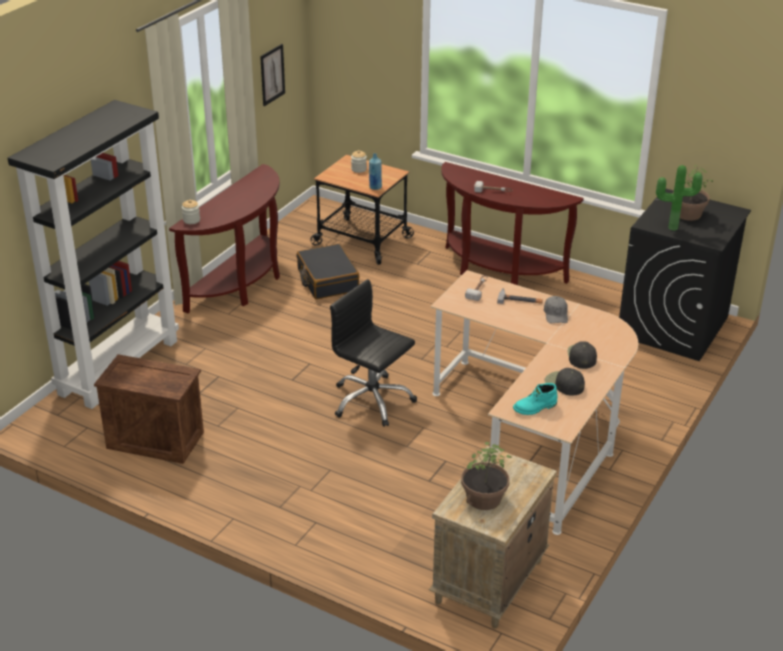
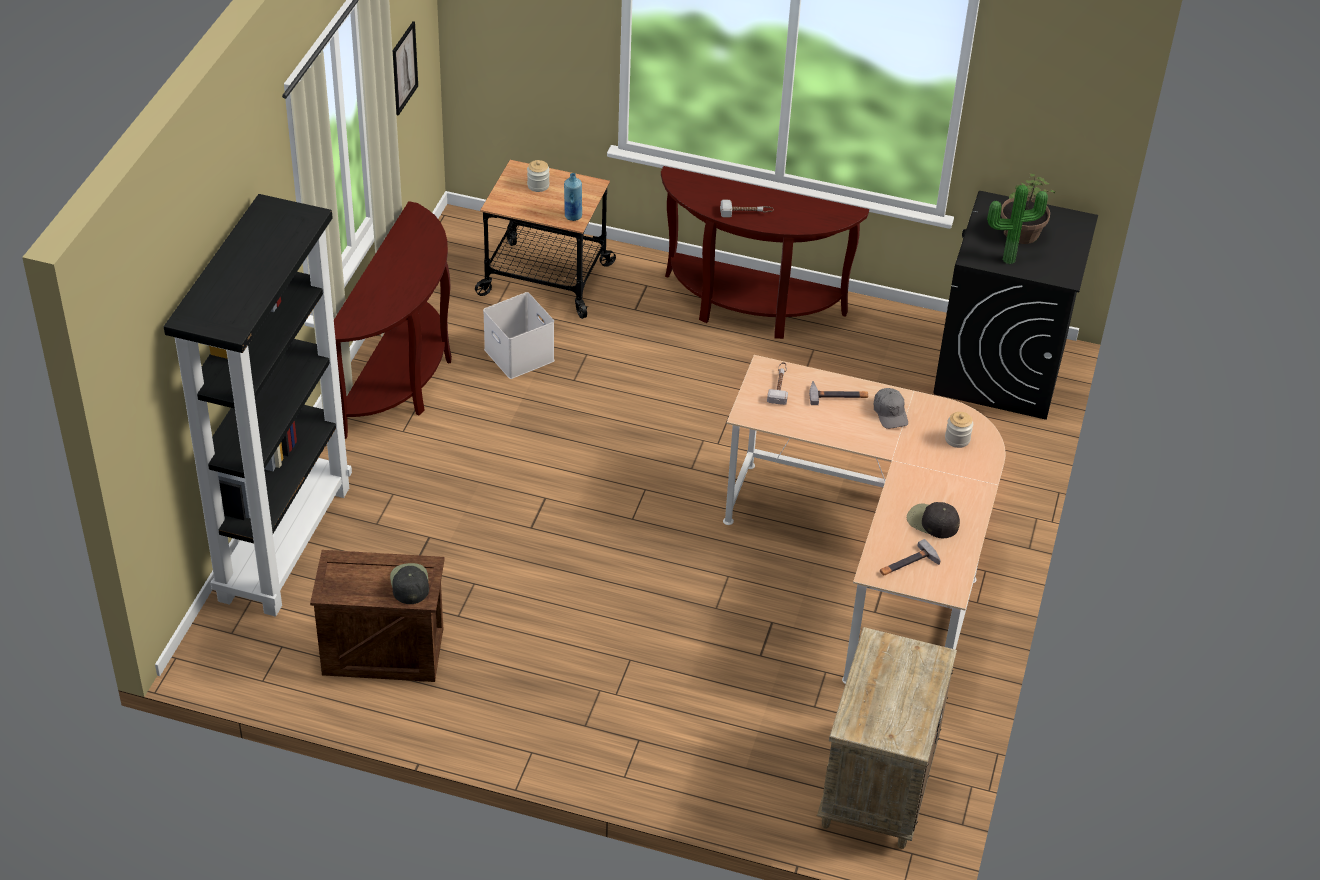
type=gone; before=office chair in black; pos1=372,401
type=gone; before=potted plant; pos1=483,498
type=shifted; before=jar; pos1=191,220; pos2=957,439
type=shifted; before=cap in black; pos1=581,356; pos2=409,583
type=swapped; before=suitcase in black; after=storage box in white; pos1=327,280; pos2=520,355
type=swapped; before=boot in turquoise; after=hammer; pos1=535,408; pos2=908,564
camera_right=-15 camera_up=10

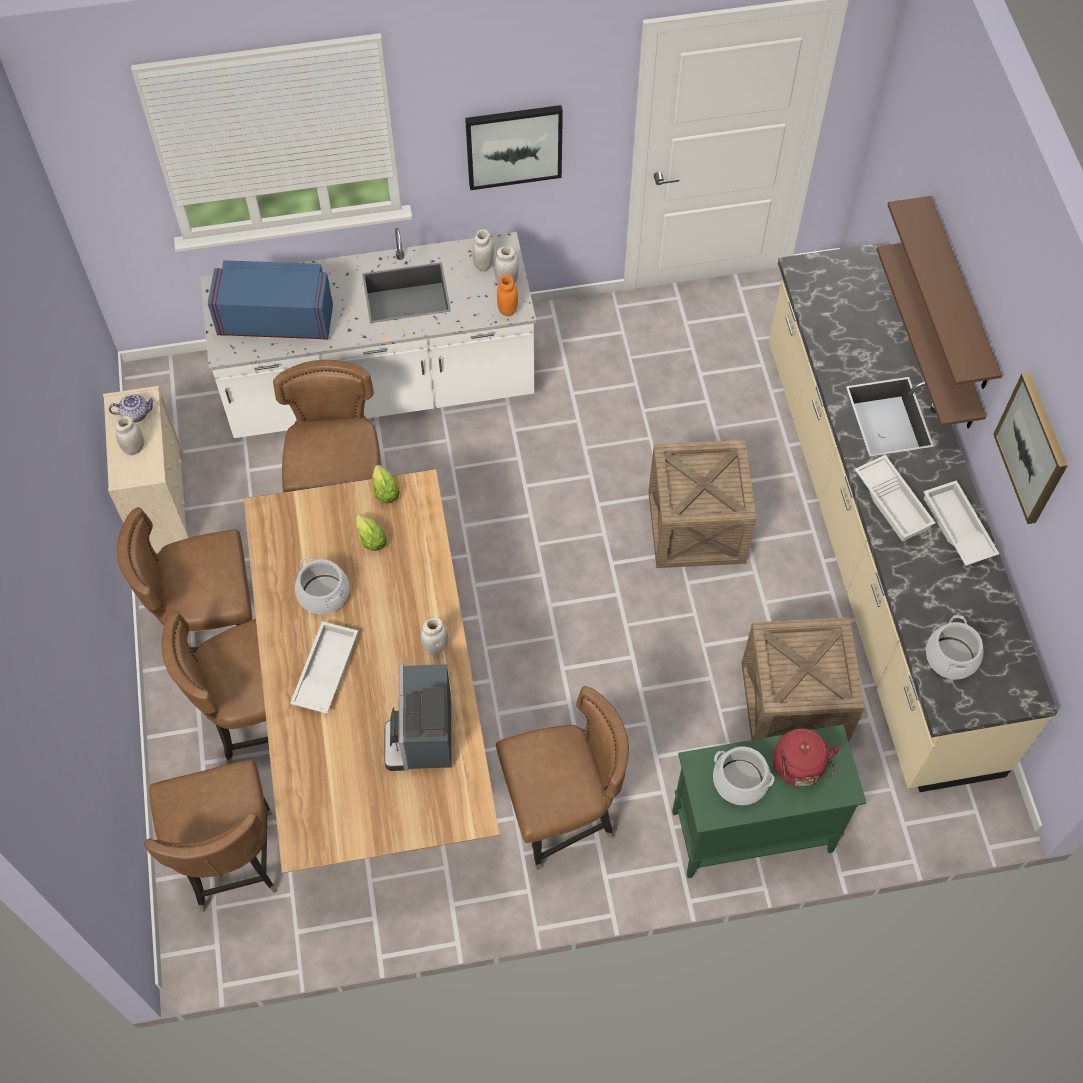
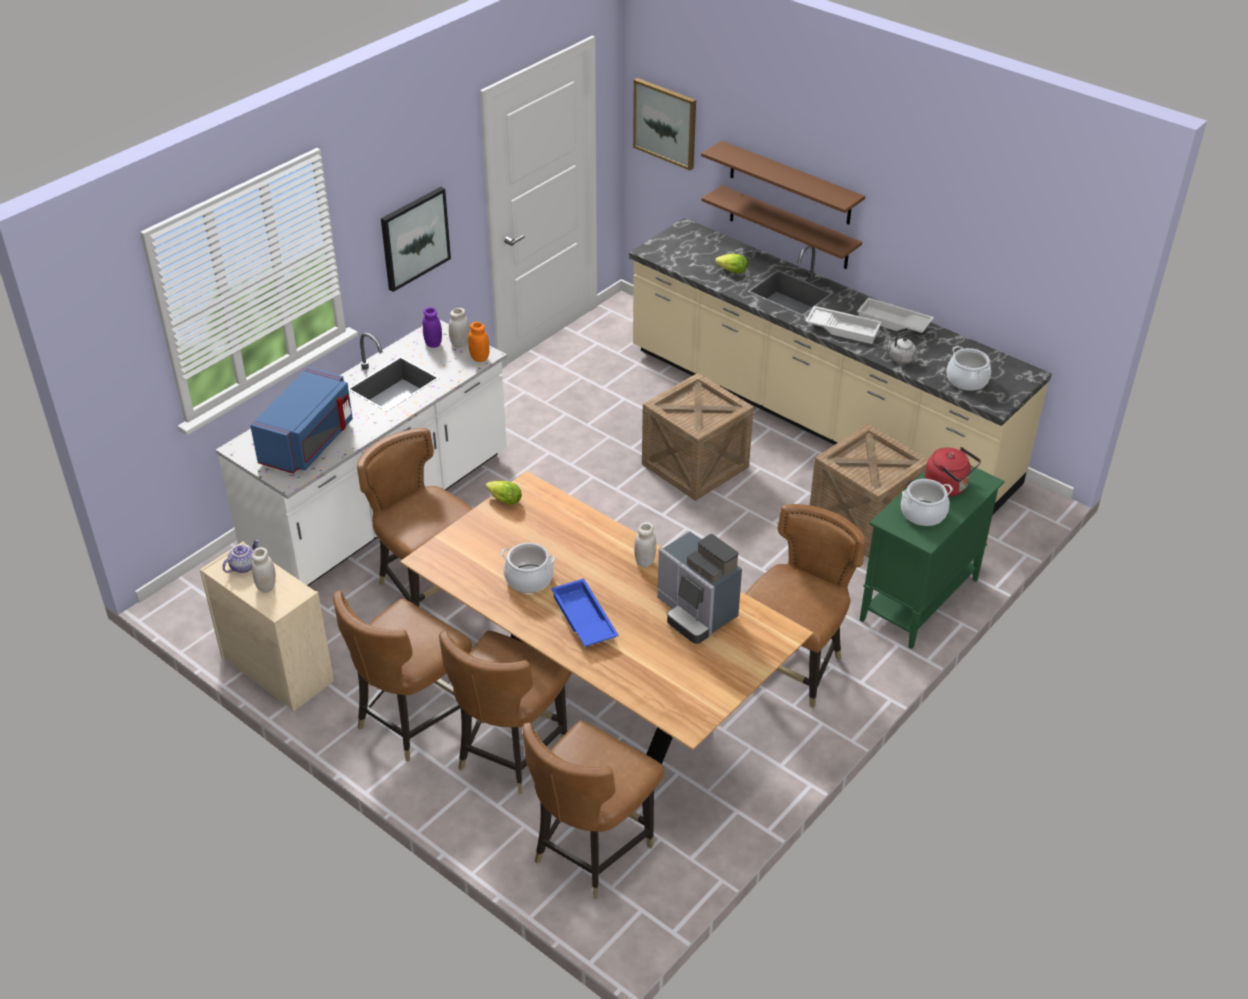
type=new; after=kettle in grey; pos2=900,359
type=shifted; before=lettuce; pos1=370,537; pos2=730,271
type=shifted; before=picture; pos1=1032,448; pos2=665,123
type=repainted; before=tray in white; after=tray in blue; pos1=325,670; pos2=582,619
type=repainted; before=jar in white; after=jar in purple; pos1=484,264; pos2=433,343
type=rotated; before=chair in brown; pos1=231,860; pos2=590,850; turn=90
type=rotated; before=microwave in blue; pos1=276,318; pos2=309,442; turn=150
camera_right=-40 camera_up=-20

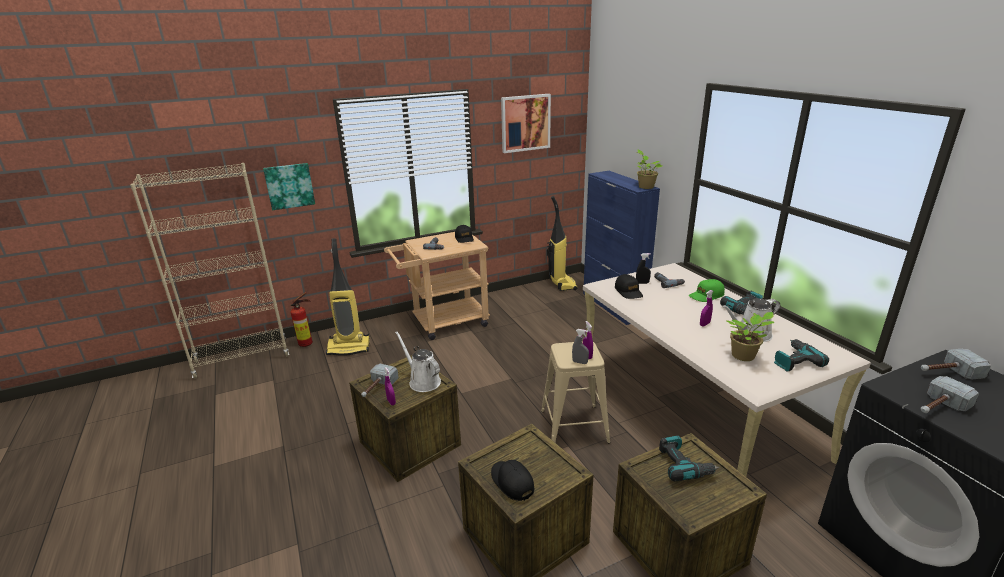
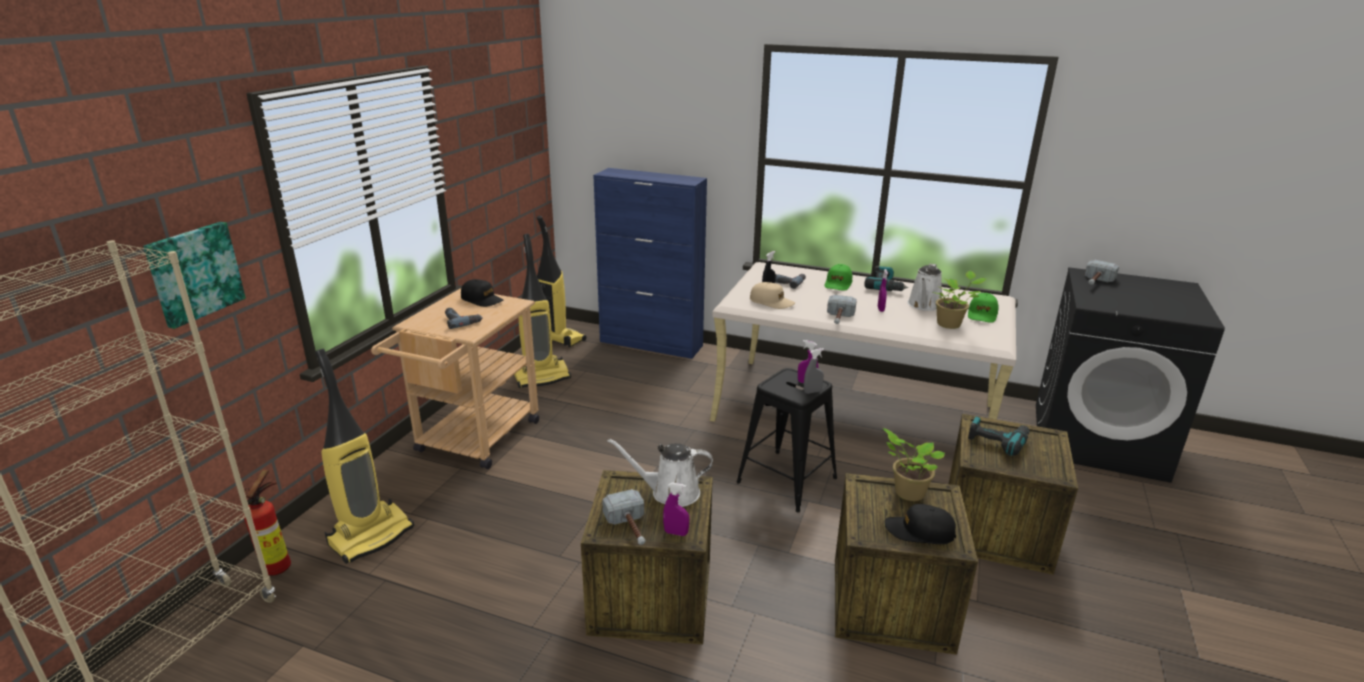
type=gone; before=picture; pos1=525,123
type=new; after=vacuum cleaner; pos2=542,377
type=shifted; before=potted plant; pos1=645,186; pos2=907,492
type=shifted; before=hammer; pos1=938,407; pos2=839,319
type=swapped; before=power drill; after=cap in green; pos1=794,361; pos2=982,314
type=repainted; before=stool in beige; after=stool in black; pos1=574,426; pos2=787,480
type=repainted; before=cap in black; after=cap in beige; pos1=628,292; pos2=771,302
camera_right=-45 camera_up=0

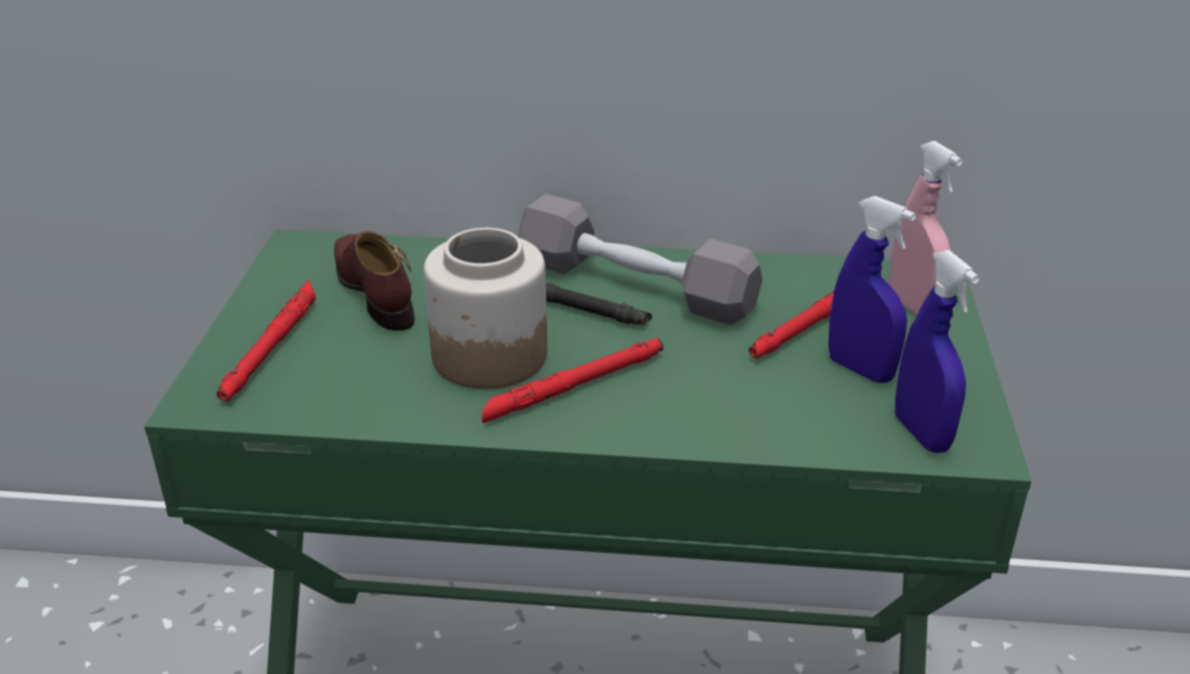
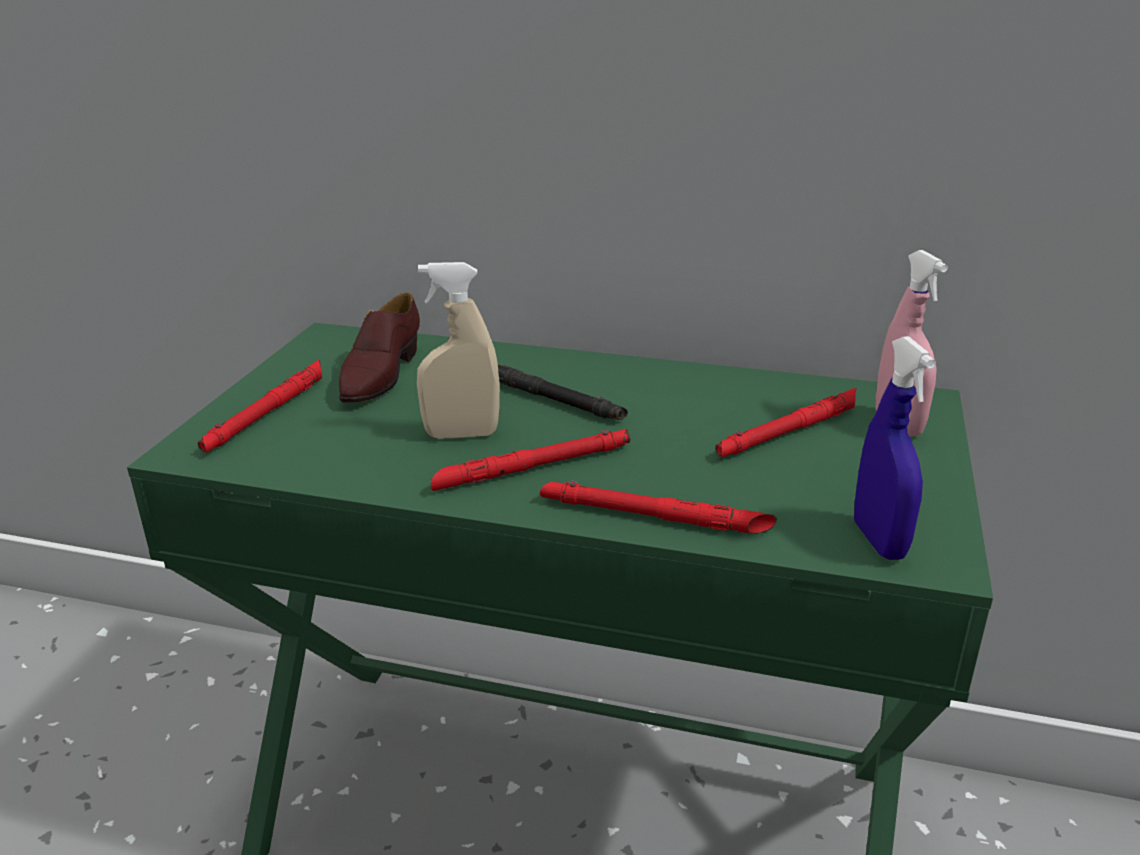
type=gone; before=dumbbell in grey; pos1=635,285
type=gone; before=spray bottle in blue; pos1=860,369
type=new; after=flashlight in red; pos2=654,516
type=swapped; before=jar; after=spray bottle in beige; pos1=488,355; pos2=461,434
type=rotated; before=shoe in brown; pos1=375,290; pos2=380,374; turn=-150
camera_right=10 camera_up=-5

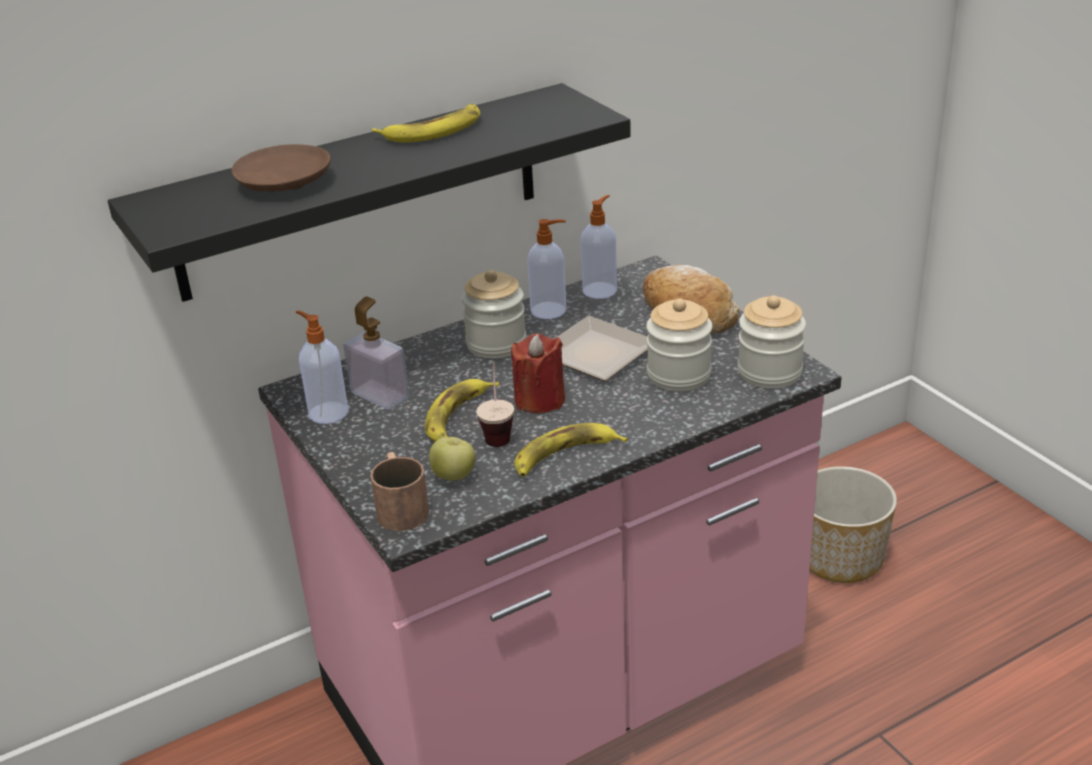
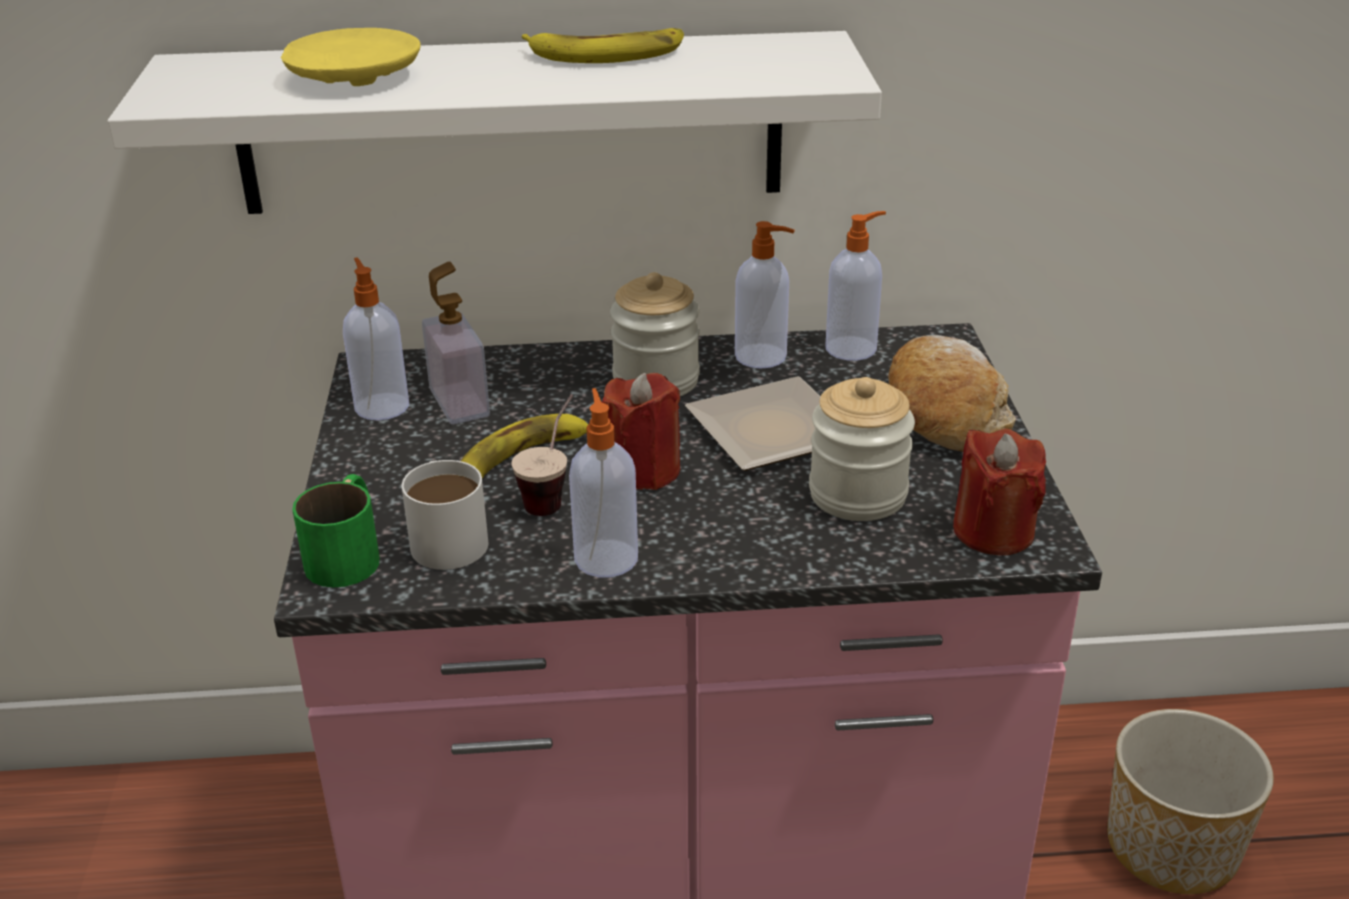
type=swapped; before=apple; after=mug in white; pos1=454,476; pos2=446,536
type=swapped; before=banana; after=soap dispenser; pos1=564,456; pos2=606,557
type=swapped; before=jar; after=candle in red; pos1=769,372; pos2=993,531
type=repainted; before=shelf in black; after=shelf in white; pos1=359,192; pos2=511,123
type=repainted; before=plate in brown; after=plate in yellow; pos1=283,183; pos2=353,76
type=repainted; before=mug in brown; after=mug in green; pos1=400,506; pos2=349,552
camera_right=25 camera_up=0

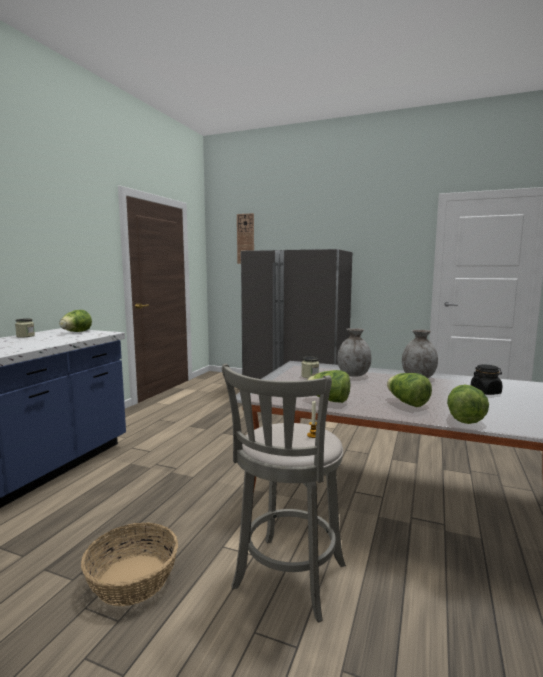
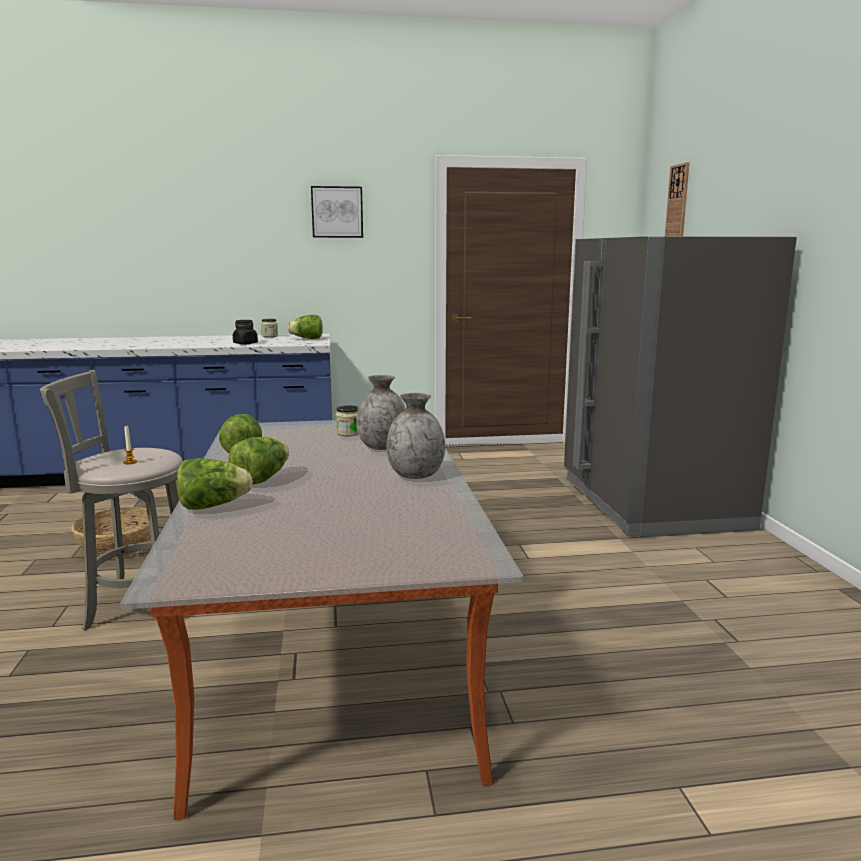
type=new; after=picture; pos2=337,212
type=shifted; before=jar in black; pos1=485,392; pos2=245,343
camera_right=60 camera_up=5

